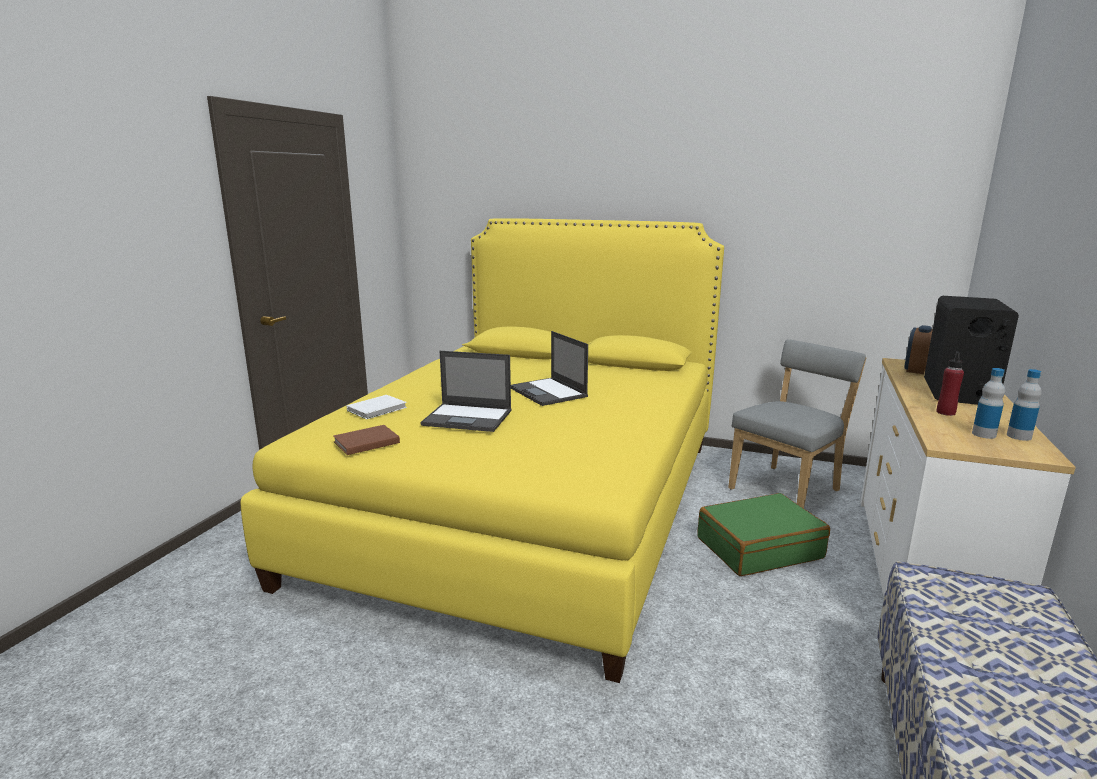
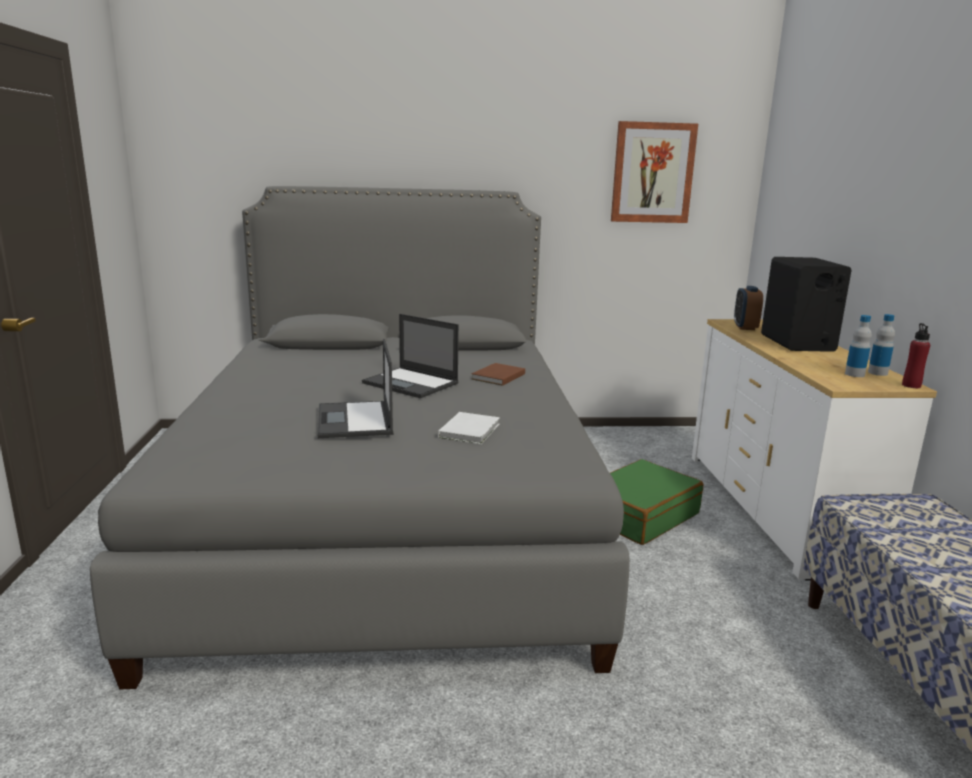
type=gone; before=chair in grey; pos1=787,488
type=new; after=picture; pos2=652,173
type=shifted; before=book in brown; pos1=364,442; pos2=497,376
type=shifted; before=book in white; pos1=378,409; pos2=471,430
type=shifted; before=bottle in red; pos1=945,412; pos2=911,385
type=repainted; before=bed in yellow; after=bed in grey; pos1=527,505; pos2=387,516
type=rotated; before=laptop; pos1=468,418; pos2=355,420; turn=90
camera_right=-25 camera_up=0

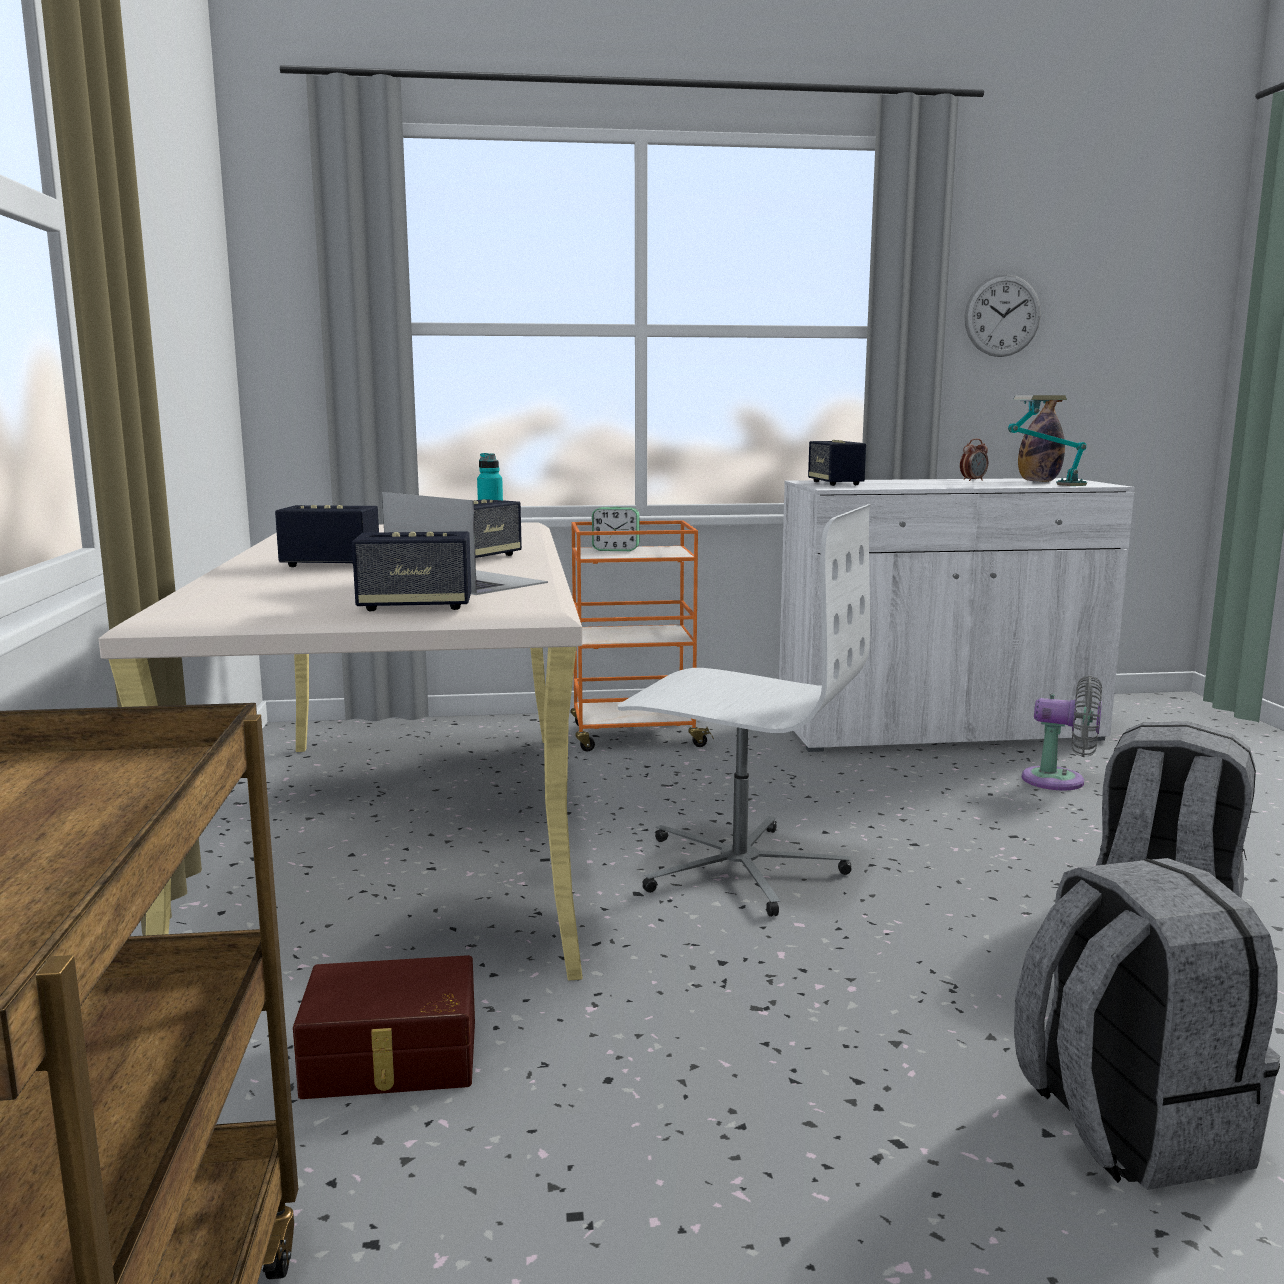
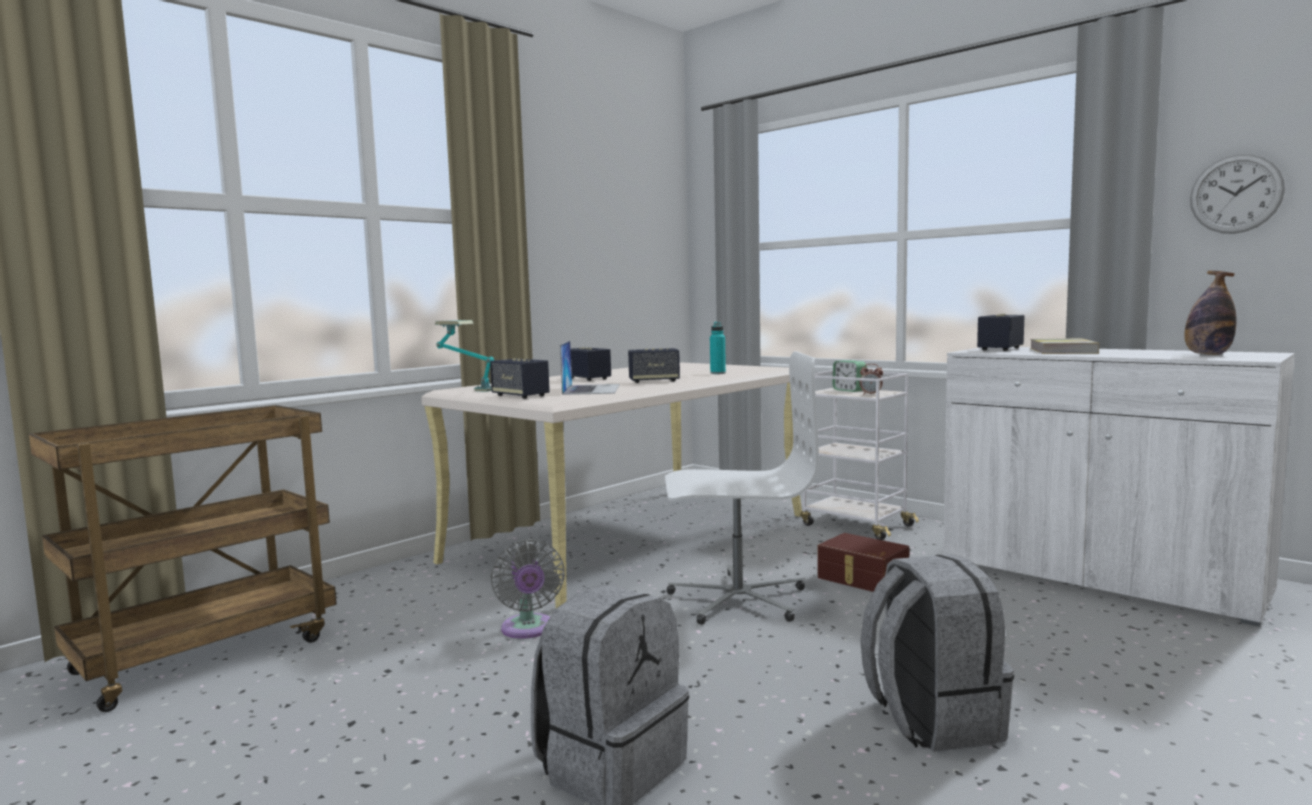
type=new; after=book; pos2=1062,351
type=shifted; before=storage box in brown; pos1=391,1060; pos2=862,579
type=shifted; before=alarm clock; pos1=973,480; pos2=871,395
type=shifted; before=table lamp; pos1=1044,486; pos2=466,389
type=shifted; before=fan in grey; pos1=1060,781; pos2=528,630
type=repainted; before=cart in orange; after=cart in white; pos1=634,736; pos2=855,525
type=rotated; before=office chair in white; pos1=739,867; pos2=737,599; turn=-75
camera_right=50 camera_up=-5

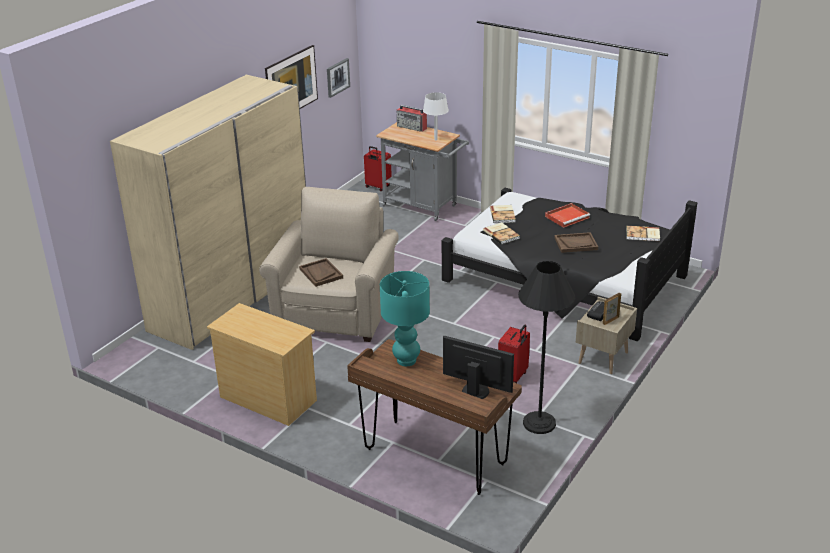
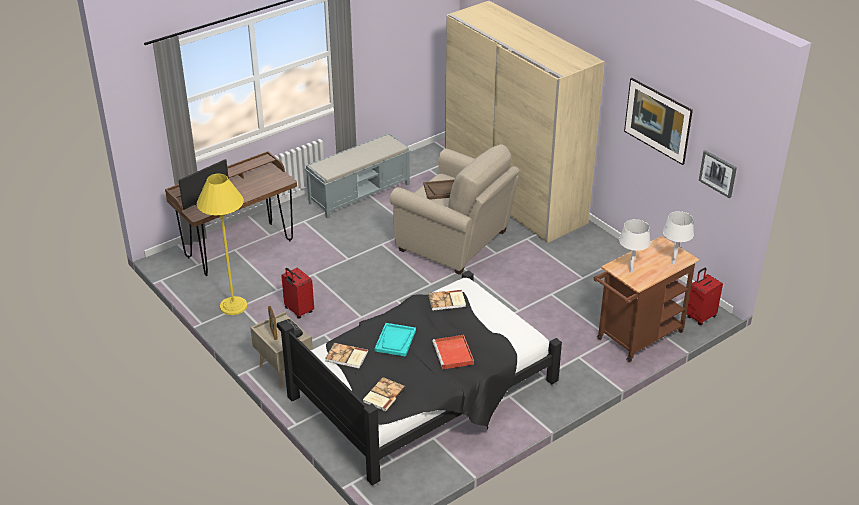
type=gone; before=table lamp in turquoise; pos1=406,360
type=shifted; before=book; pos1=503,215; pos2=347,357
type=swapped; before=dresser in beige; after=bench in grey; pos1=268,398; pos2=360,193
type=swapped; before=radio; after=table lamp in white; pos1=412,127; pos2=673,263
type=repainted; before=cart in grey; after=cart in brown; pos1=423,207; pos2=636,338
type=repainted; before=floor lamp in black; after=floor lamp in yellow; pos1=539,423; pos2=233,306
type=repainted; before=tray in brown; after=tray in turquoise; pos1=576,244; pos2=395,341
camera_right=110 camera_up=5

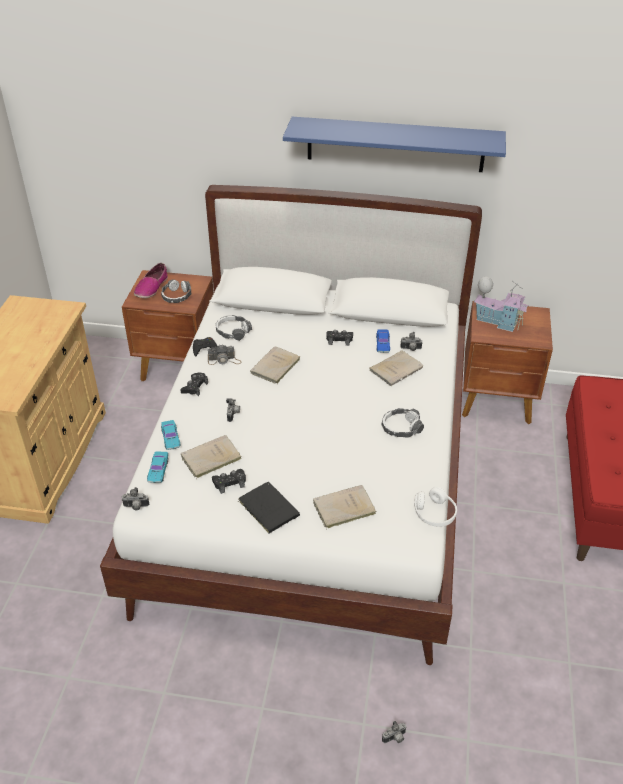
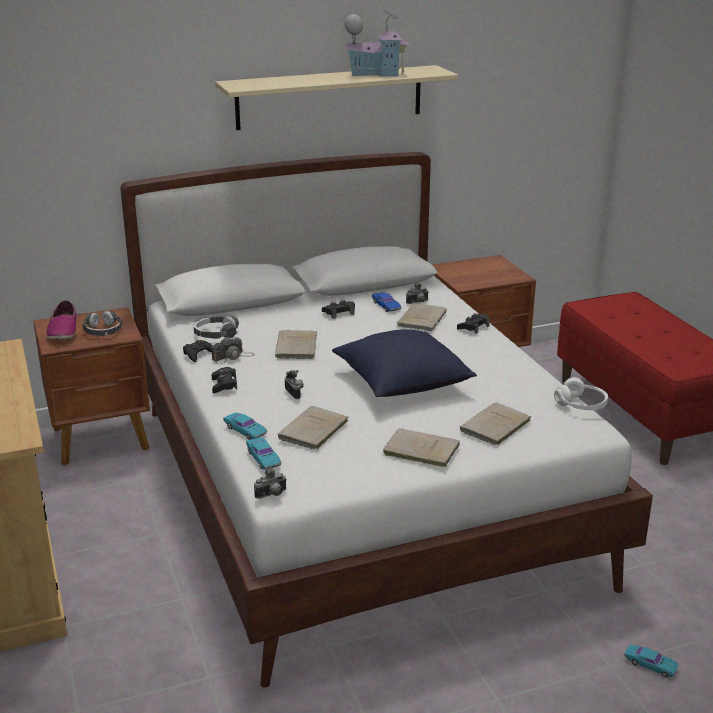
type=gone; before=headphones; pos1=401,427
type=new; after=pillow in blue; pos2=402,384
type=shifted; before=game controller in black; pos1=229,483; pos2=473,327
type=shifted; before=toy house; pos1=498,321; pos2=375,74
type=swapped; before=photo camera; after=toy car in turquoise; pos1=395,738; pos2=650,664
type=repainted; before=book in black; after=book in beige; pos1=267,508; pos2=419,450
type=repainted; before=shelf in blue; after=shelf in beige; pos1=395,144; pos2=330,97
camera_right=-30 camera_up=-15

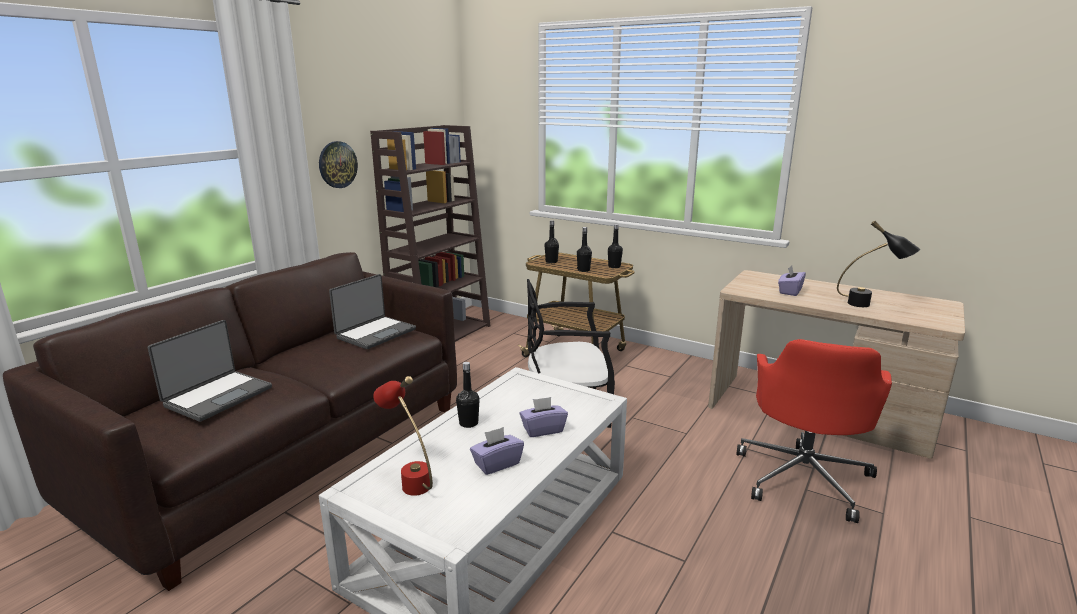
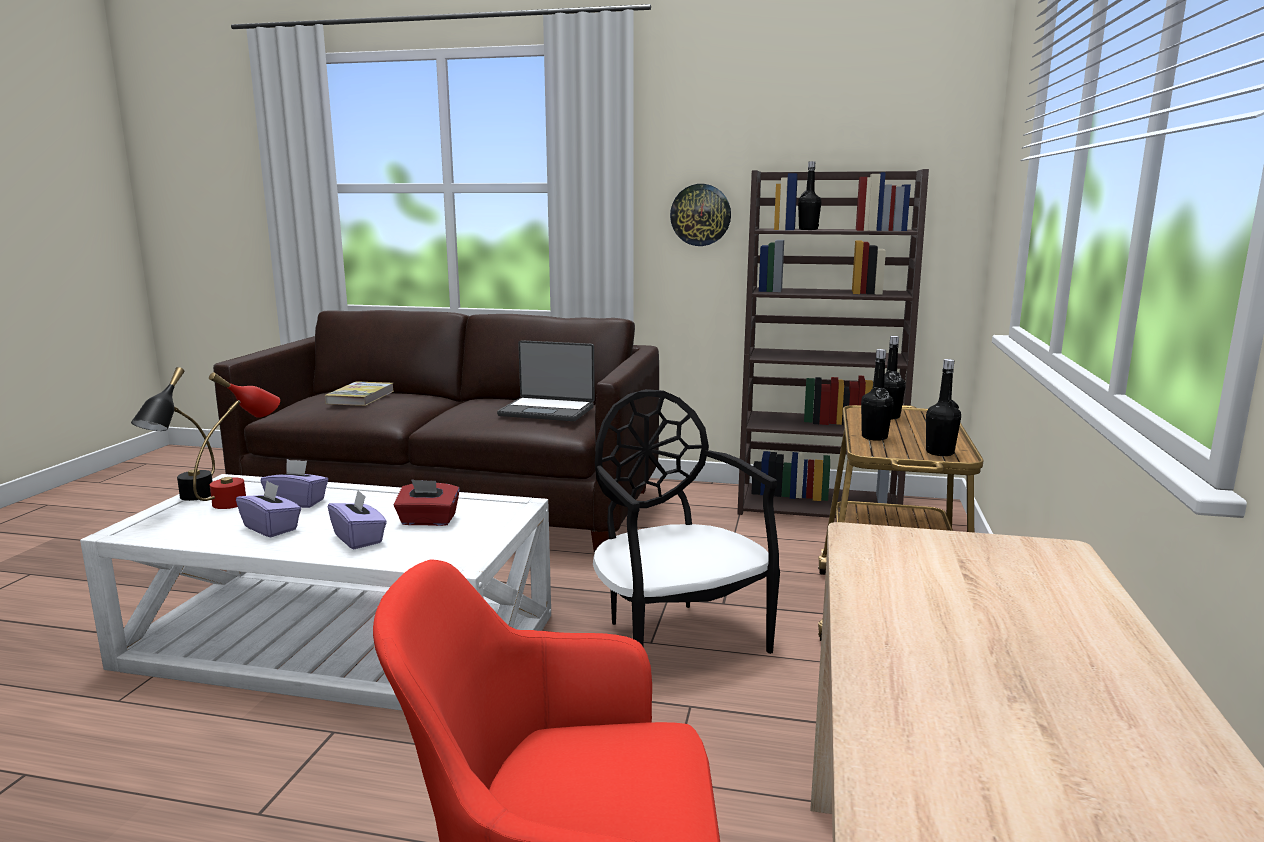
type=new; after=tissue box in red; pos2=428,521
type=shifted; before=bottle in black; pos1=468,423; pos2=808,229
type=shifted; before=tissue box in purple; pos1=789,291; pos2=297,502
type=shifted; before=table lamp in black; pos1=869,305; pos2=187,500
type=swapped; before=laptop; after=book; pos1=217,396; pos2=360,397
camera_right=70 camera_up=-5

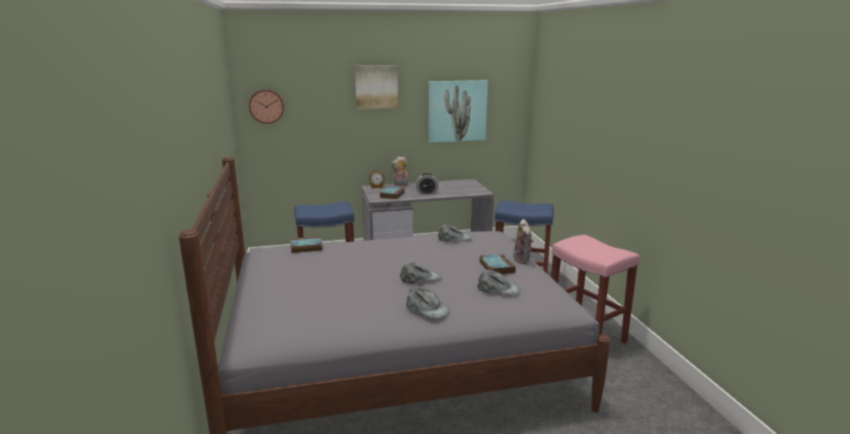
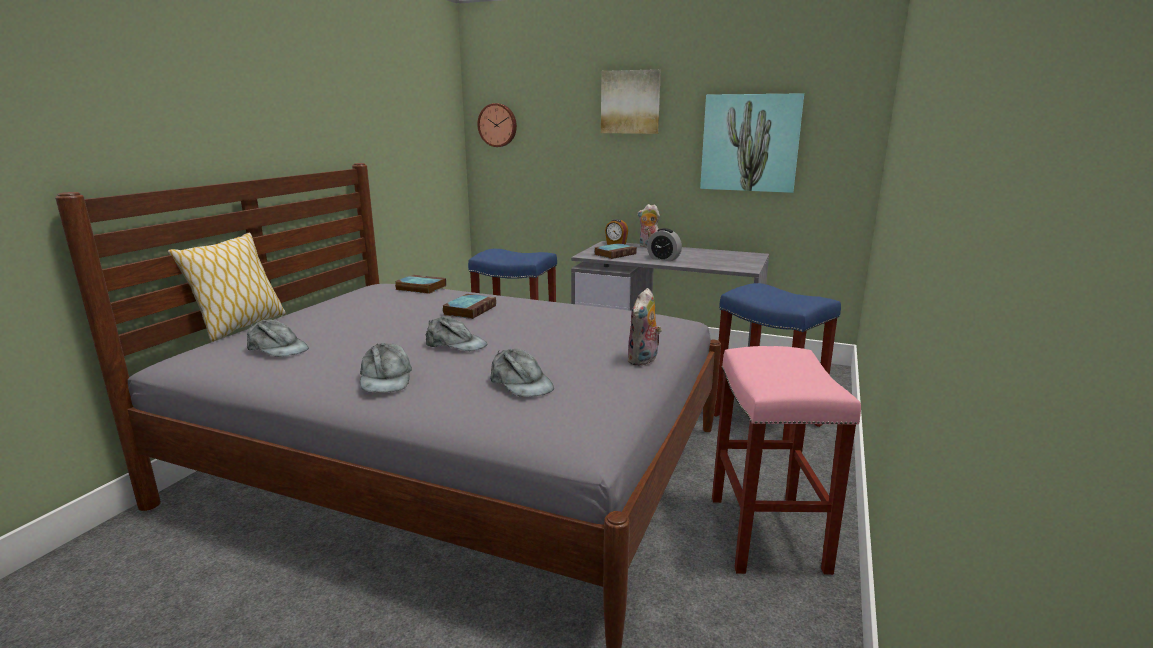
type=new; after=pillow; pos2=240,326
type=shifted; before=cap in grey; pos1=454,238; pos2=277,348
type=shifted; before=book; pos1=496,267; pos2=470,310
camera_right=35 camera_up=0

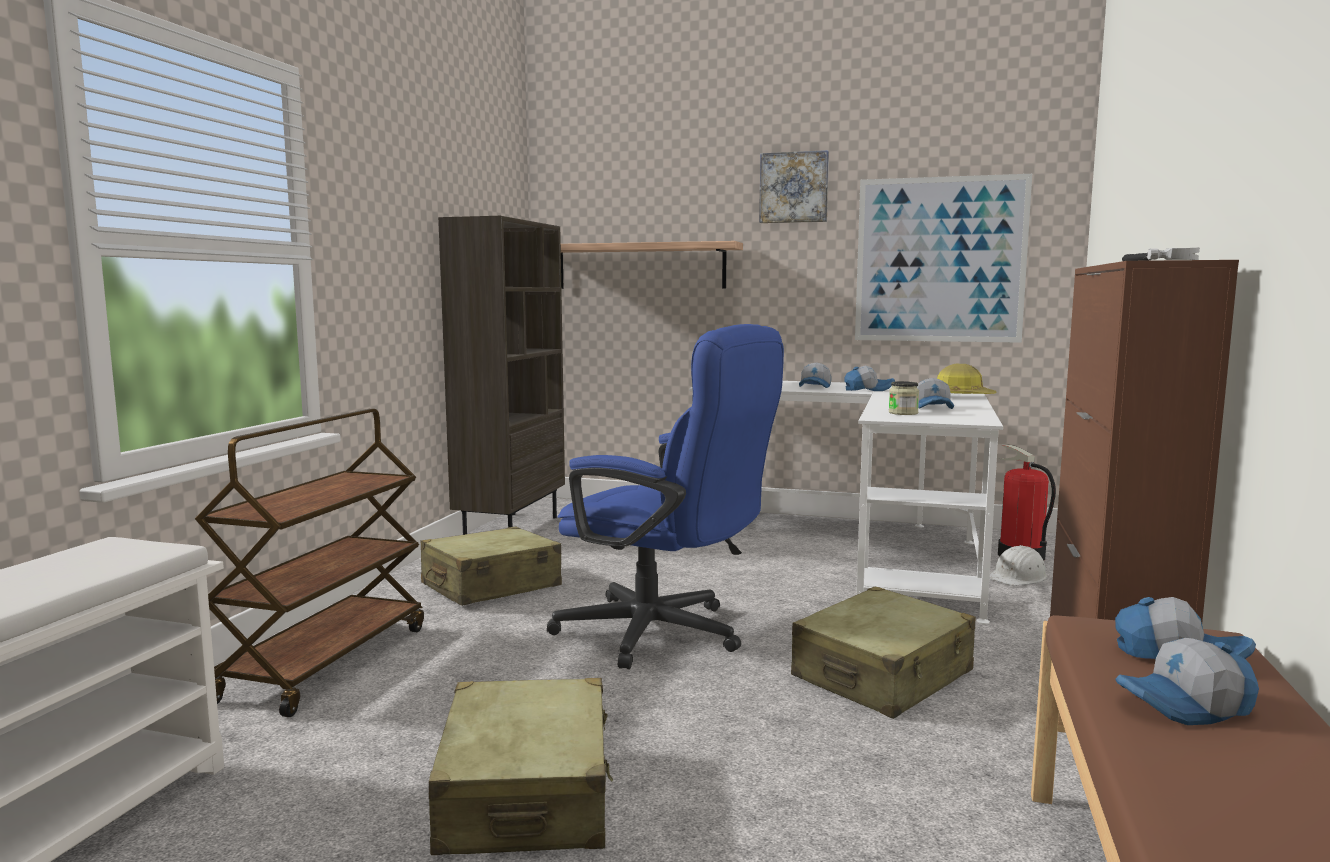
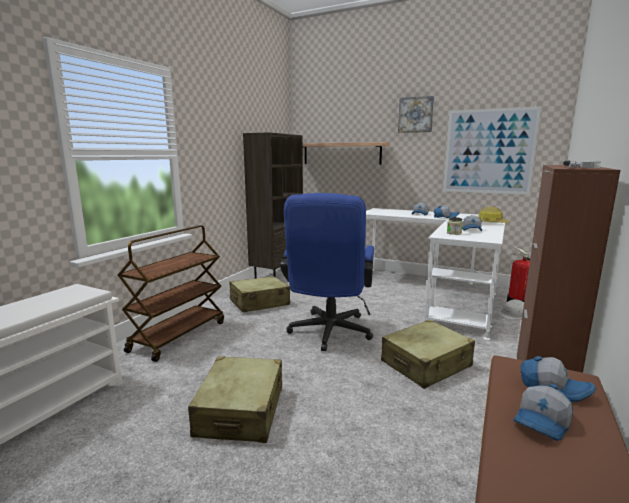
type=rotated; before=office chair in blue; pos1=665,635; pos2=328,334; turn=60
type=rotated; before=cap; pos1=1186,706; pos2=543,423; turn=-45
camera_right=10 camera_up=5

